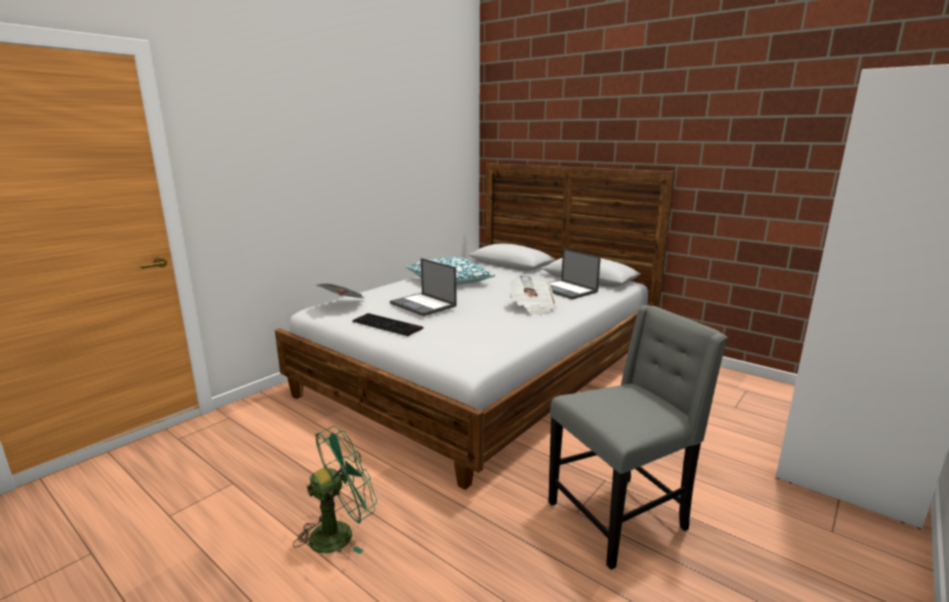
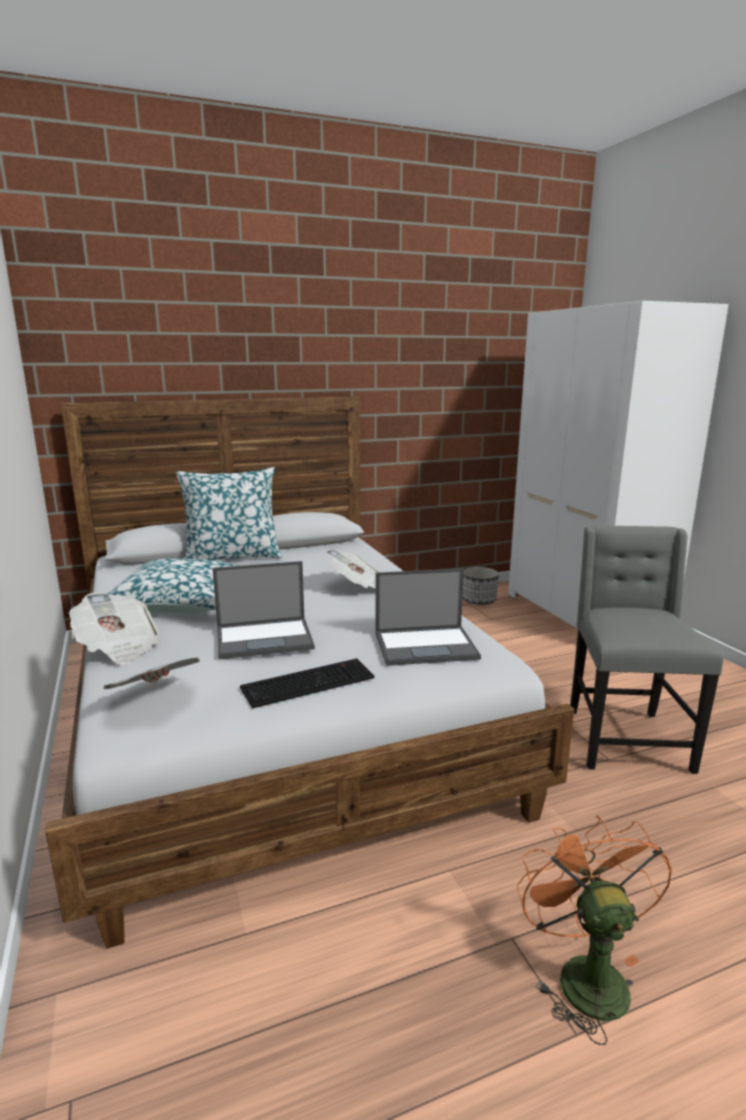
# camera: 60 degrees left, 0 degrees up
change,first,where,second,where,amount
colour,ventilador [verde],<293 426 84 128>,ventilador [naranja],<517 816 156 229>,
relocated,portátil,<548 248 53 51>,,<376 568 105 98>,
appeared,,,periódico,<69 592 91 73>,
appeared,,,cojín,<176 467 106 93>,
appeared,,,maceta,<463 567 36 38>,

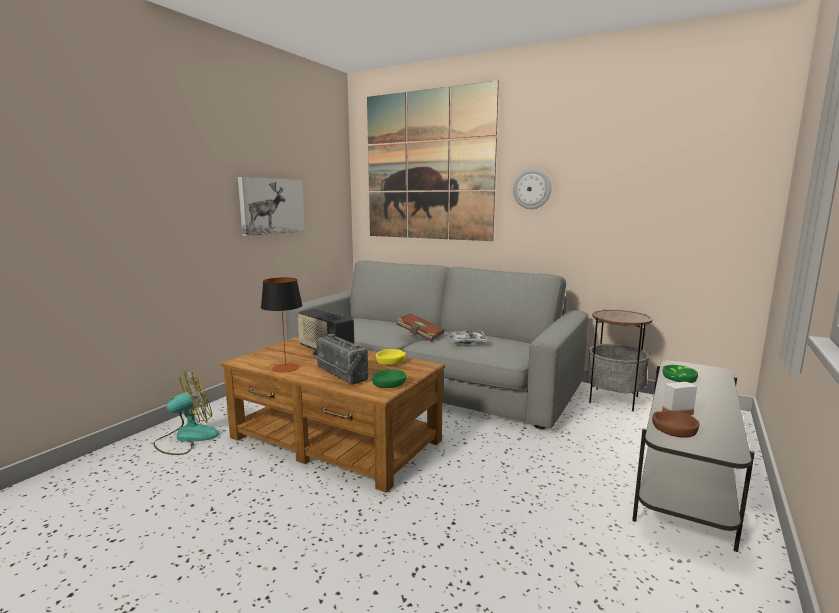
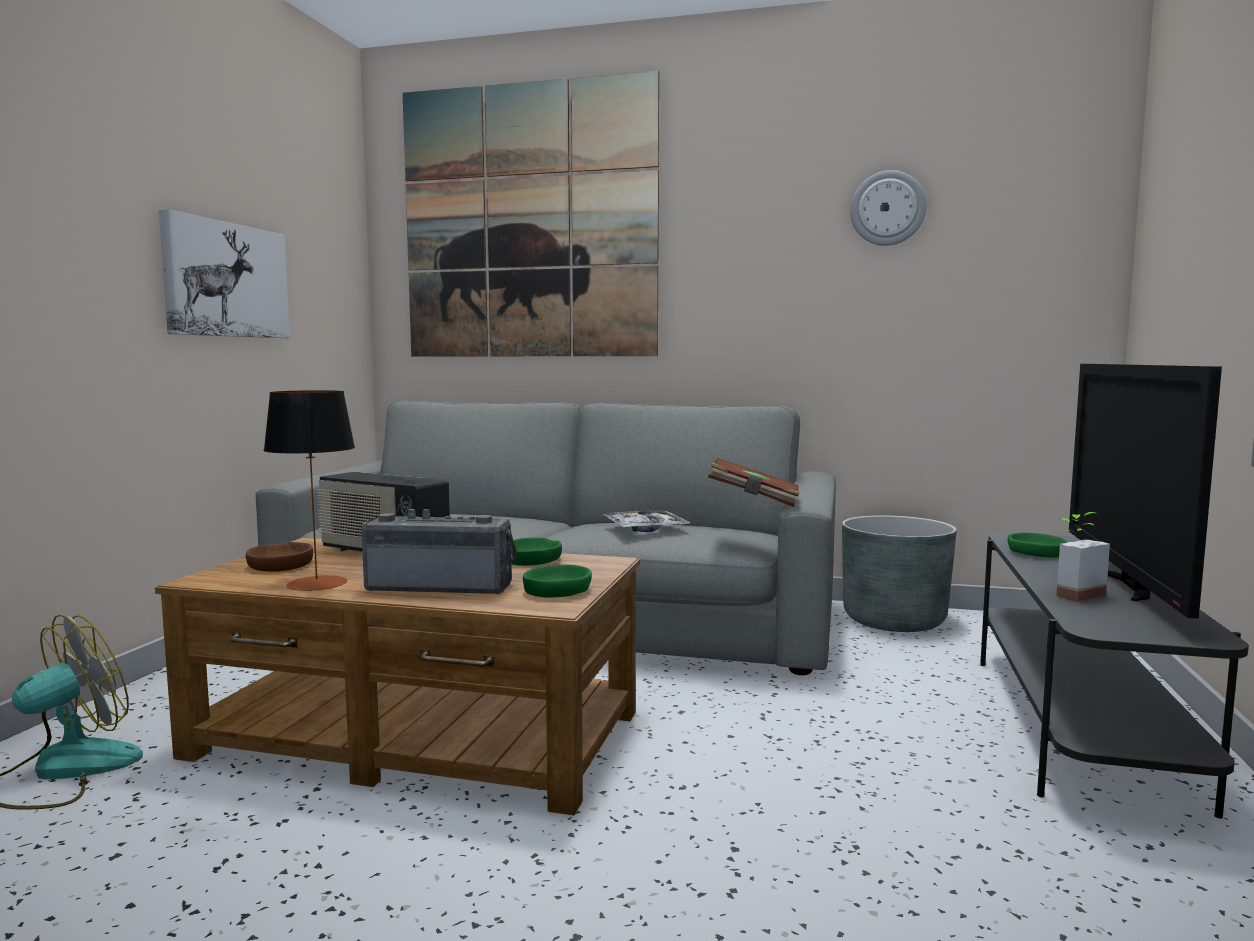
# camera: 15 degrees left, 5 degrees down
change,first,where,second,where,amount
spun,radio,<312 334 56 51>,,<362 509 155 85>,150 degrees clockwise
colour,cuenco [amarillo],<376 349 30 16>,cuenco [verde],<511 538 51 28>,
relocated,libro [marrón],<396 314 48 27>,,<708 458 91 49>,
relocated,reloj de pared,<513 169 38 40>,,<850 170 77 76>,
exchanged,mesa auxiliar,<586 309 67 103>,maceta [gris],<842 515 115 117>,
relocated,cuenco [marrón],<652 410 48 28>,,<246 542 67 30>,
appeared,,,televisor,<1069 364 153 255>,

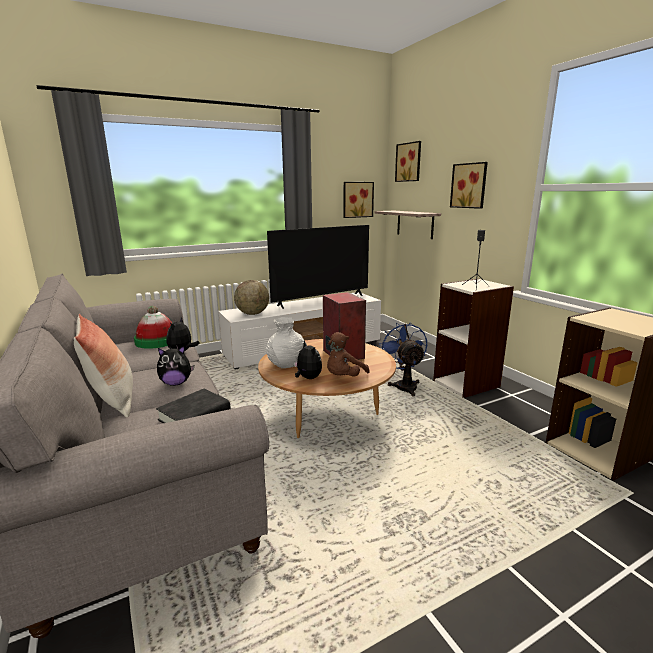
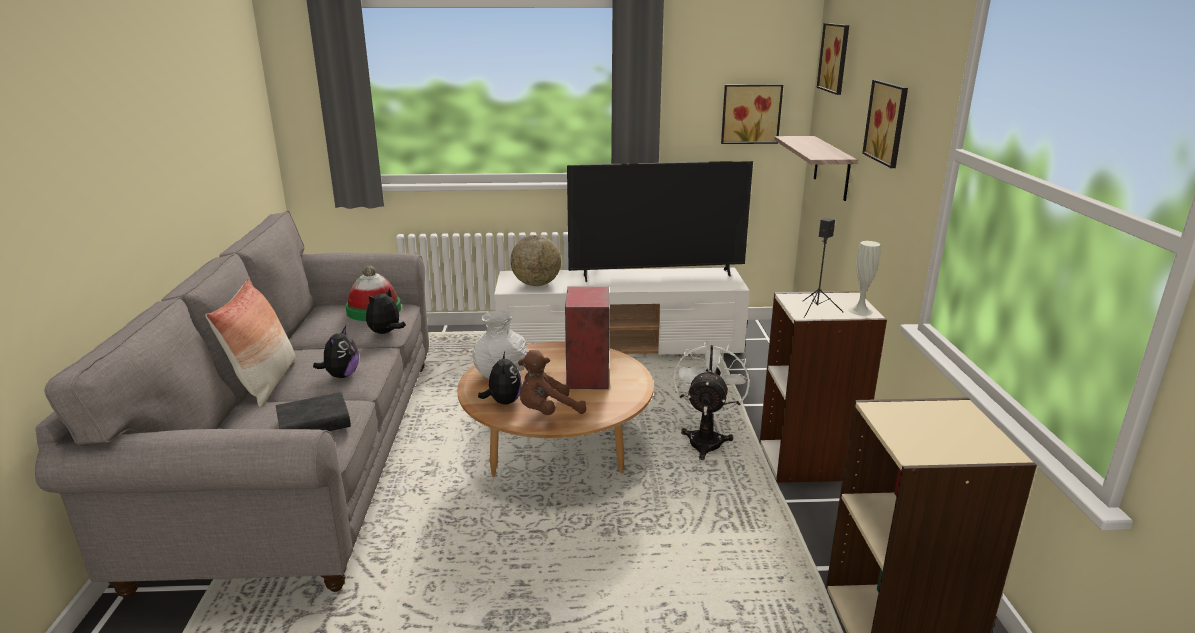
# camera: 25 degrees right, 5 degrees up
change,first,where,second,where,amount
spun,peluche,<157 346 37 40>,,<313 326 46 52>,90 degrees counterclockwise
colour,ventilador [azul],<379 323 48 74>,ventilador [blanco],<673 340 77 120>,
appeared,,,florero [blanco],<848 241 33 75>,

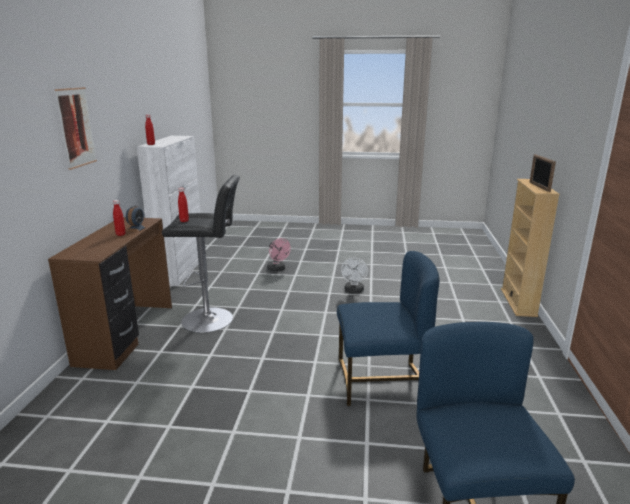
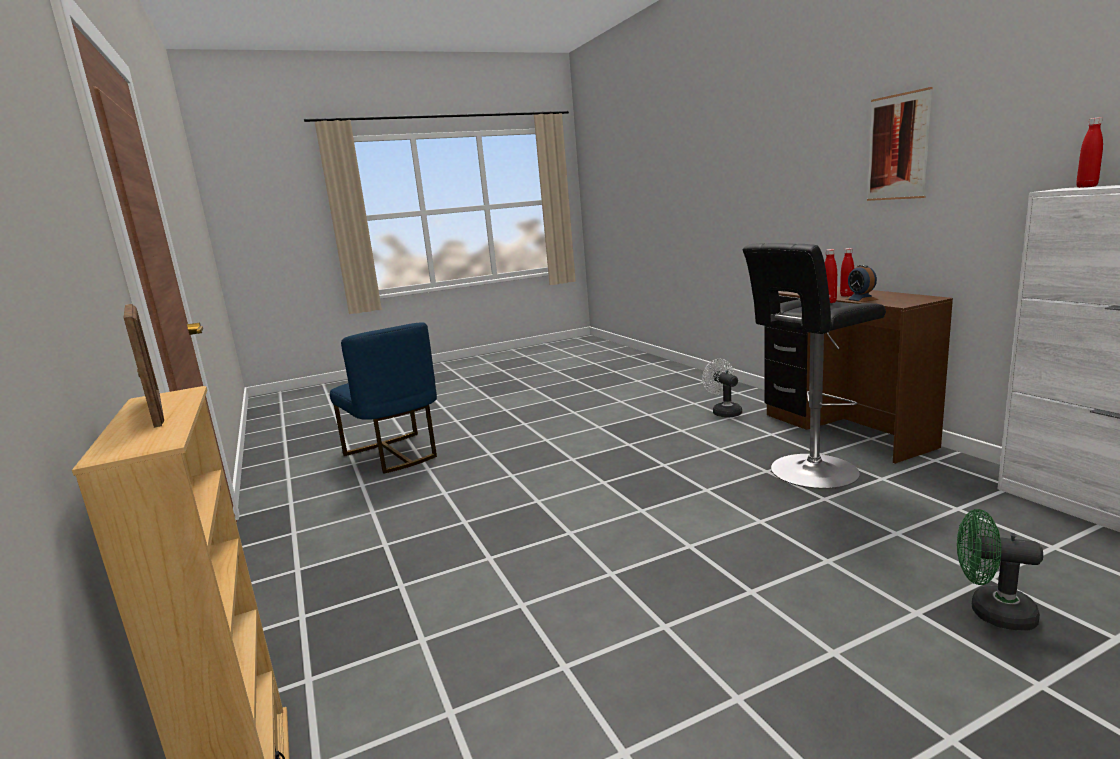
# camera: 150 degrees right, 5 degrees down
change,first,where,second,where,amount
colour,ventilador [rosa],<267 238 24 34>,ventilador [verde],<957 509 86 121>,
missing,silla [azul],<337 251 103 155>,,,
relocated,ventilador [blanco],<341 258 27 35>,,<702 359 40 59>,

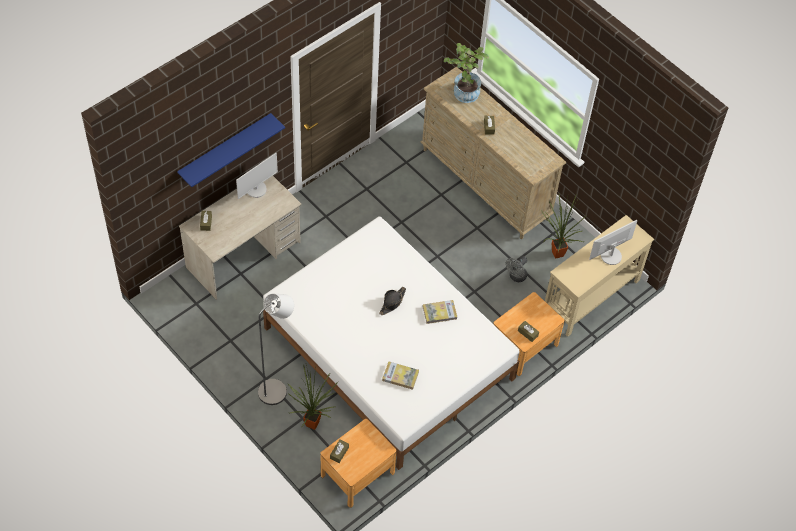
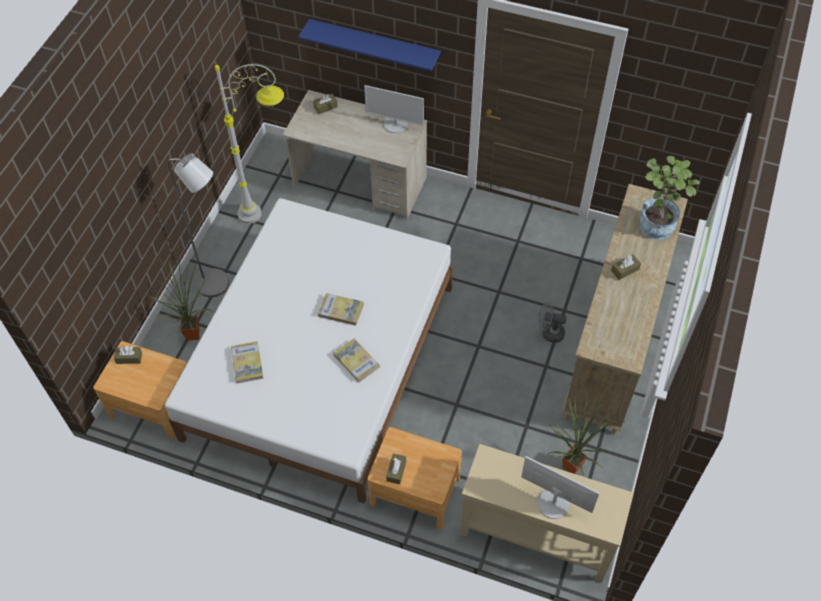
# camera: 65 degrees right, 0 degrees up
change,first,where,second,where,amount
exchanged,sombrero [negro],<379 287 27 28>,libro,<318 293 46 33>,
relocated,ventilador [gris],<506 256 22 26>,,<538 302 29 41>,
appeared,,,lámpara de pie [gris],<215 64 69 160>,

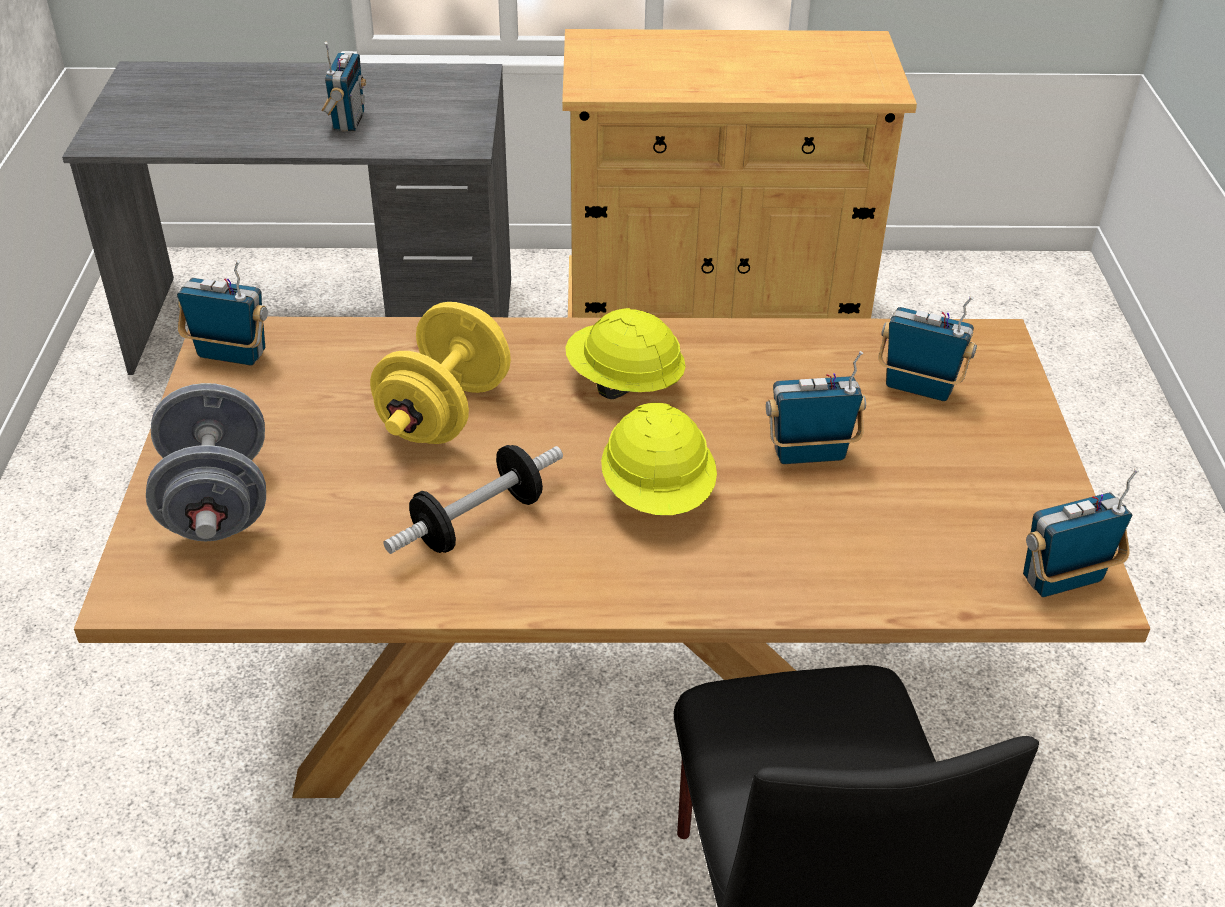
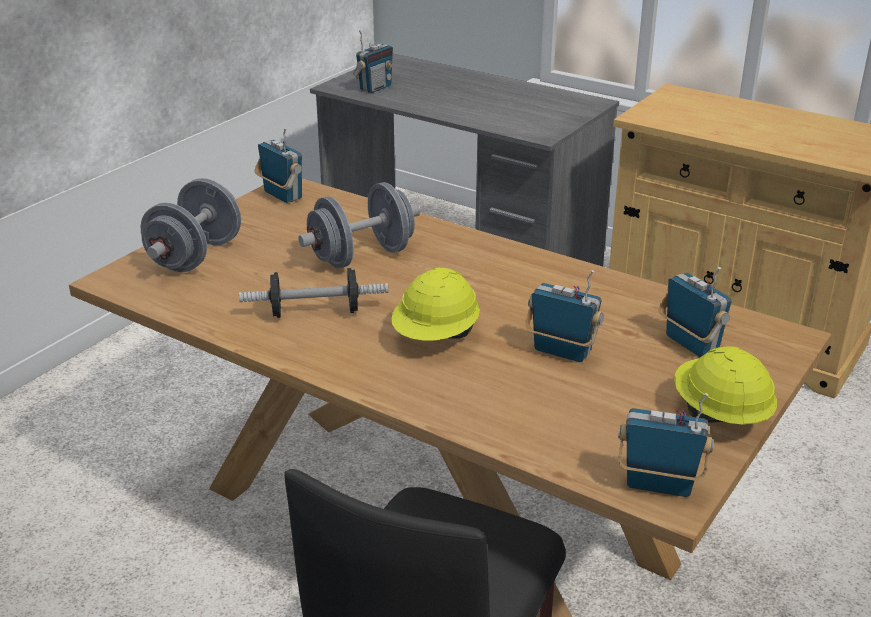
# camera: 35 degrees right, 10 degrees down
change,first,where,second,where,amount
relocated,radio,<321 42 45 90>,,<353 30 40 63>,
colour,mancuerna [amarillo],<370 302 141 142>,mancuerna [gris],<298 182 122 87>,
relocated,casco [amarillo],<565 308 121 91>,,<674 346 103 79>,

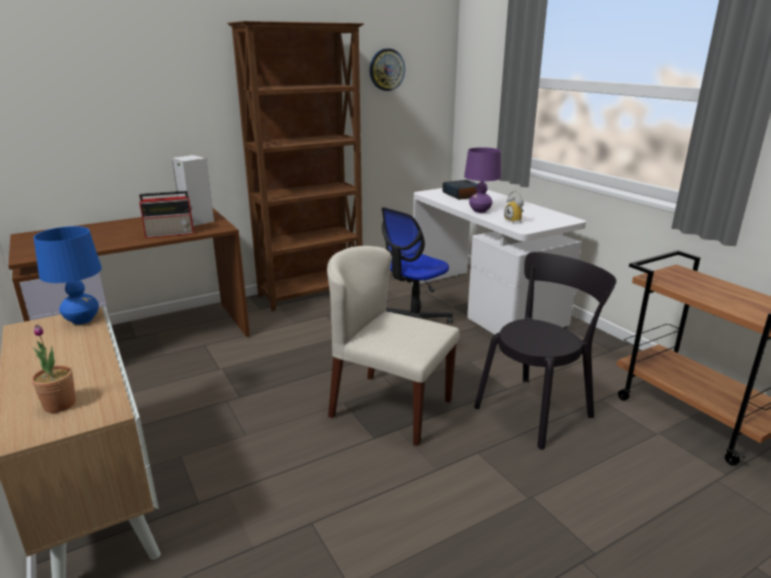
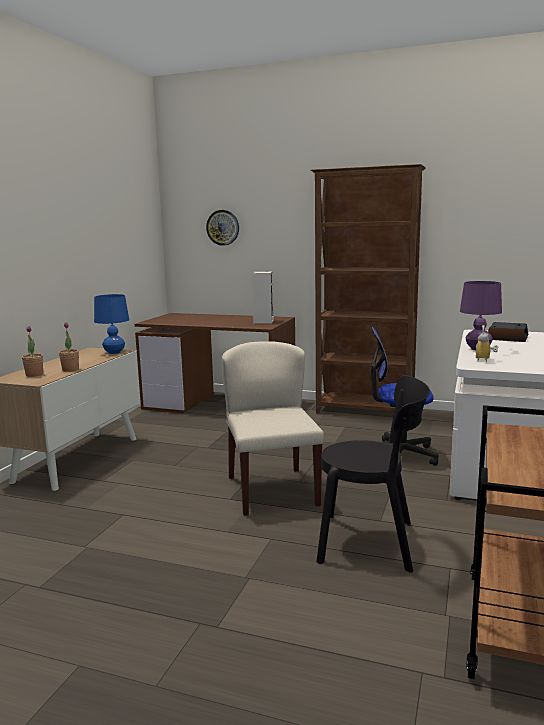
# camera: 50 degrees right, 10 degrees down
change,first,where,second,where,amount
missing,radio,<139 191 55 47>,,,
relocated,reloj de pared,<369 48 36 43>,,<206 210 33 36>,
appeared,,,planta en maceta,<59 323 20 49>,

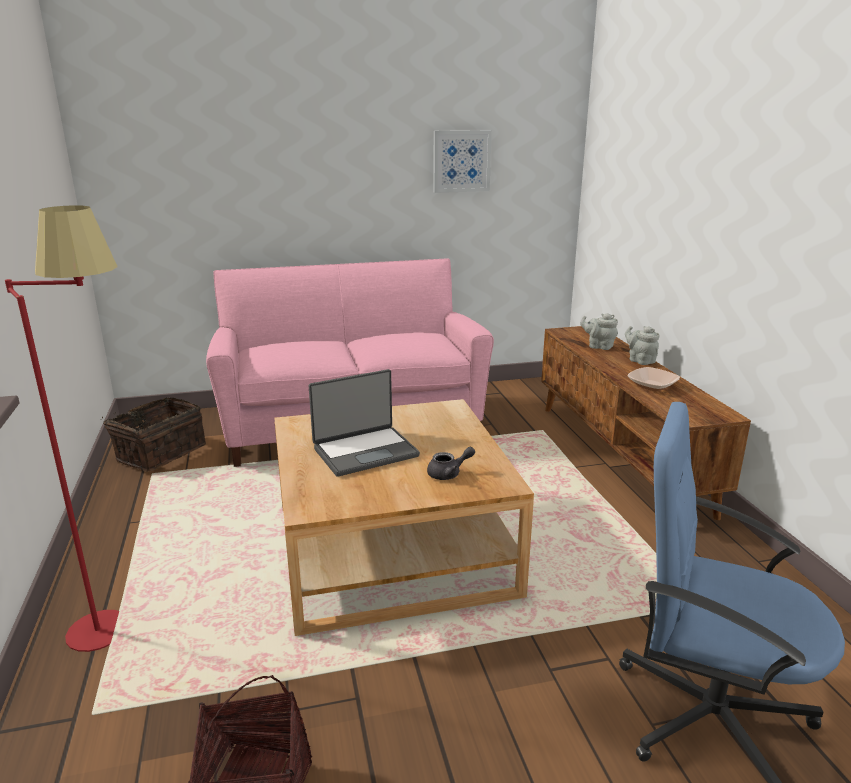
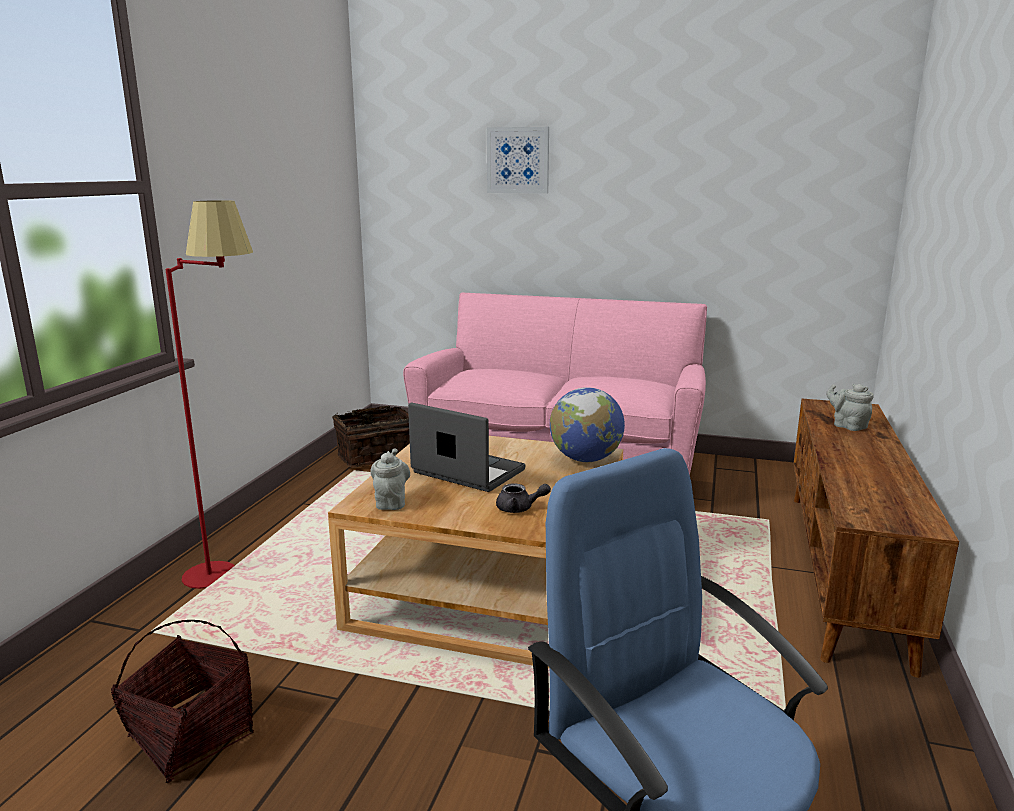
# camera: 30 degrees right, 5 degrees down
change,first,where,second,where,amount
spun,portátil,<309 369 111 108>,,<408 402 118 90>,150 degrees counterclockwise
relocated,cuadro,<433 130 59 63>,,<487 127 62 67>,
relocated,tetera [gris],<625 326 35 39>,,<370 448 40 62>,
missing,cuenco,<627 367 53 24>,,,
appeared,,,globo terráqueo,<550 387 75 75>,

